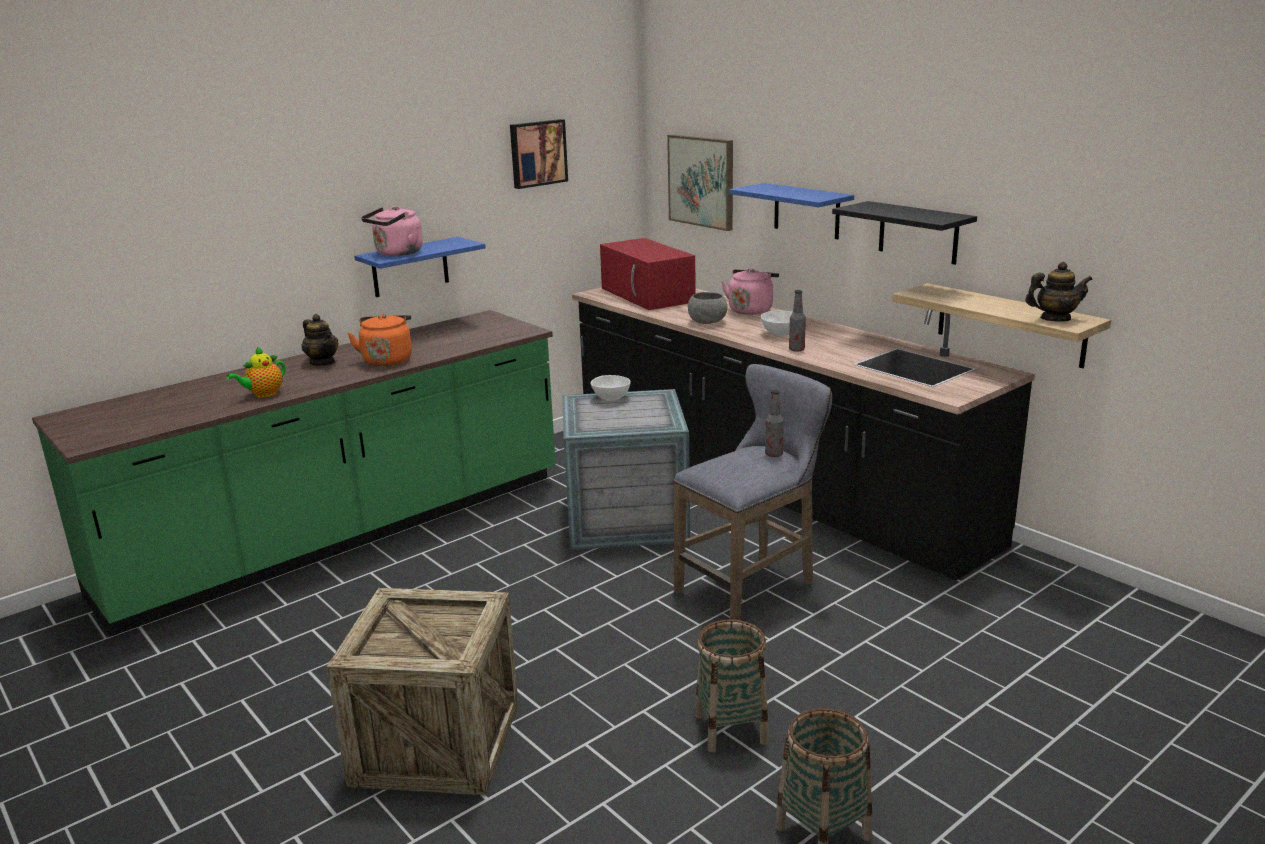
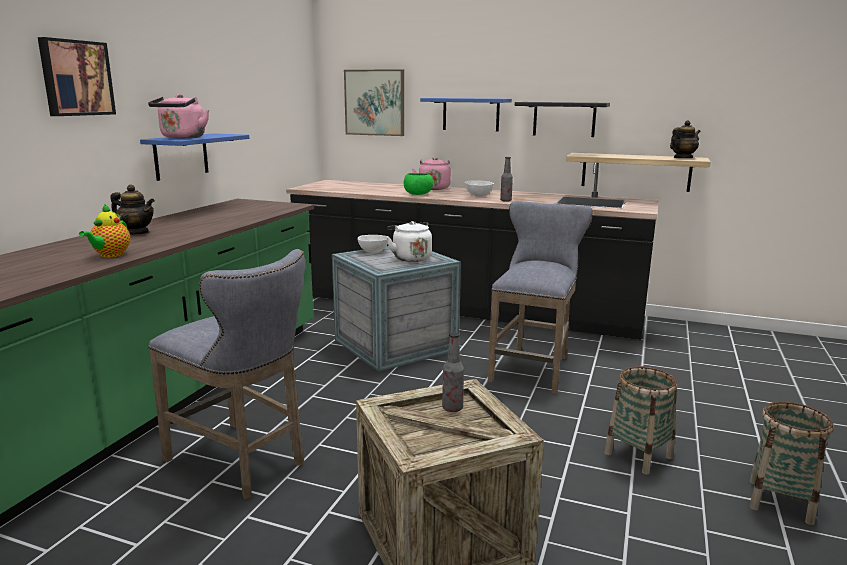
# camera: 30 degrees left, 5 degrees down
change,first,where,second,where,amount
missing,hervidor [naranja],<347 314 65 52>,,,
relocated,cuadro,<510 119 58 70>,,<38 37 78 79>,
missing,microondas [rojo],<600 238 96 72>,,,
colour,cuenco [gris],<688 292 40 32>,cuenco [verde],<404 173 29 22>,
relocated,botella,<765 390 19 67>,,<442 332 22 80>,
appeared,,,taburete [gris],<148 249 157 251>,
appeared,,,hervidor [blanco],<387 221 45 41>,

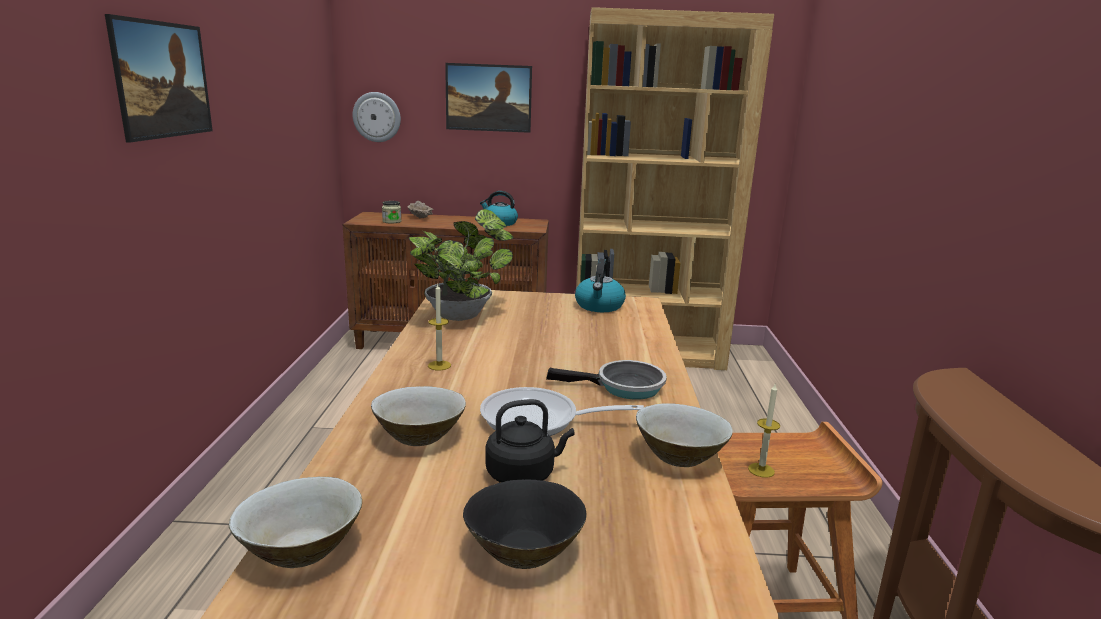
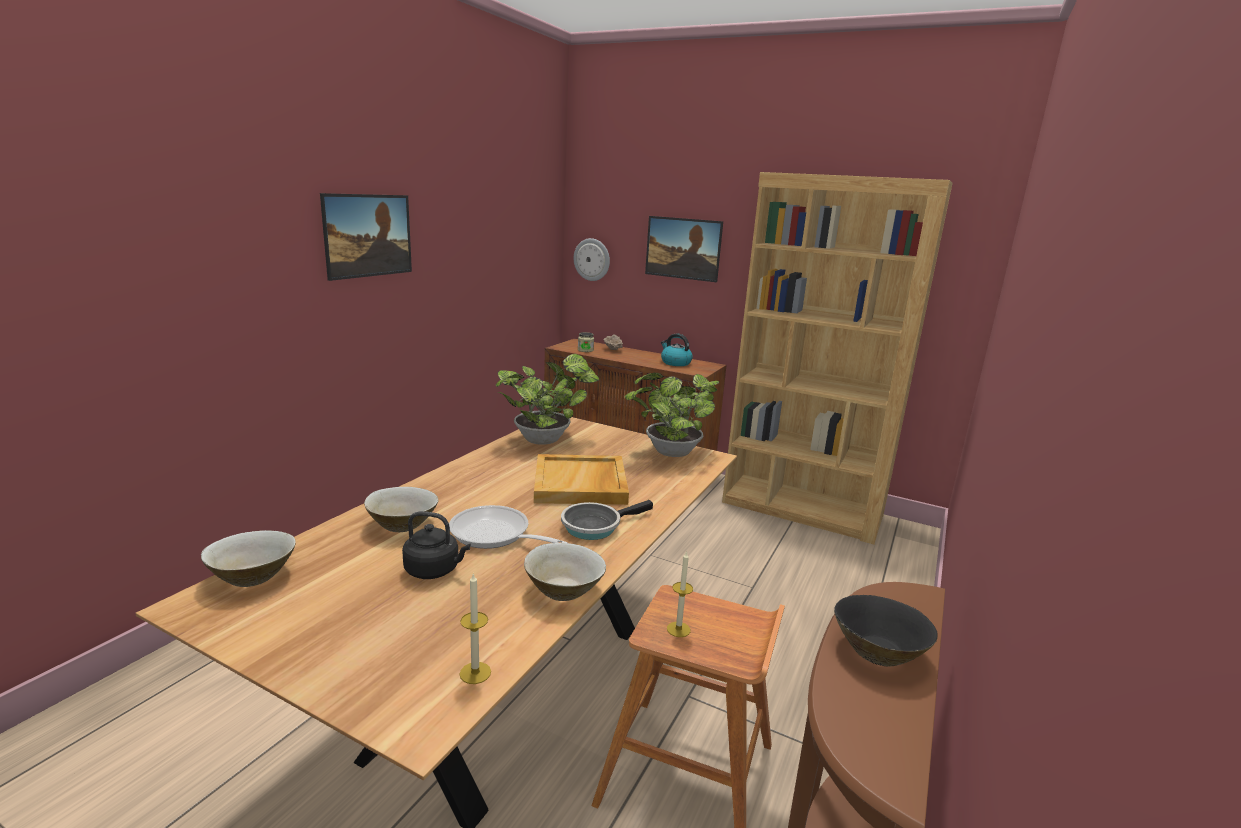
# camera: 25 degrees right, 0 degrees up
change,first,where,second,where,amount
relocated,vela,<428 284 23 86>,,<459 573 32 111>,
relocated,cuenco [negro],<463 479 123 90>,,<834 595 104 71>,
spun,sartén,<546 360 121 40>,,<561 500 92 40>,120 degrees clockwise
exchanged,hervidor,<575 259 51 53>,planta en maceta,<624 373 95 84>,
appeared,,,bandeja [beis],<534 454 95 51>,

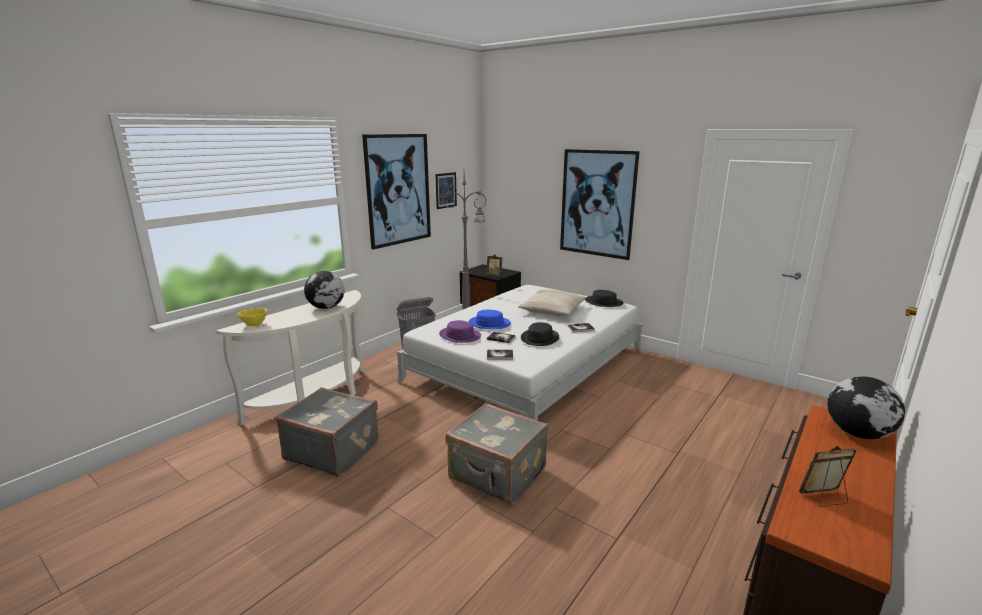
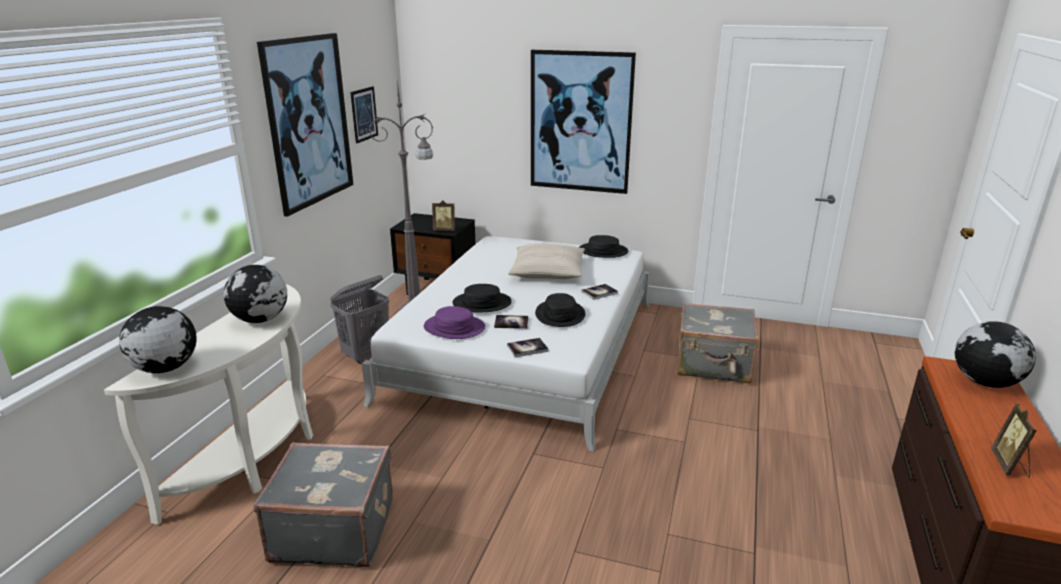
# camera: 20 degrees left, 5 degrees up
change,first,where,second,where,amount
exchanged,cuenco [amarillo],<237 308 30 18>,globo terráqueo,<119 306 78 67>,
relocated,maleta [gris],<446 403 102 102>,,<677 302 82 82>,
colour,sombrero [azul],<469 310 42 19>,sombrero [negro],<453 284 59 28>,
spun,portarretratos,<799 446 58 61>,,<991 403 46 74>,45 degrees counterclockwise

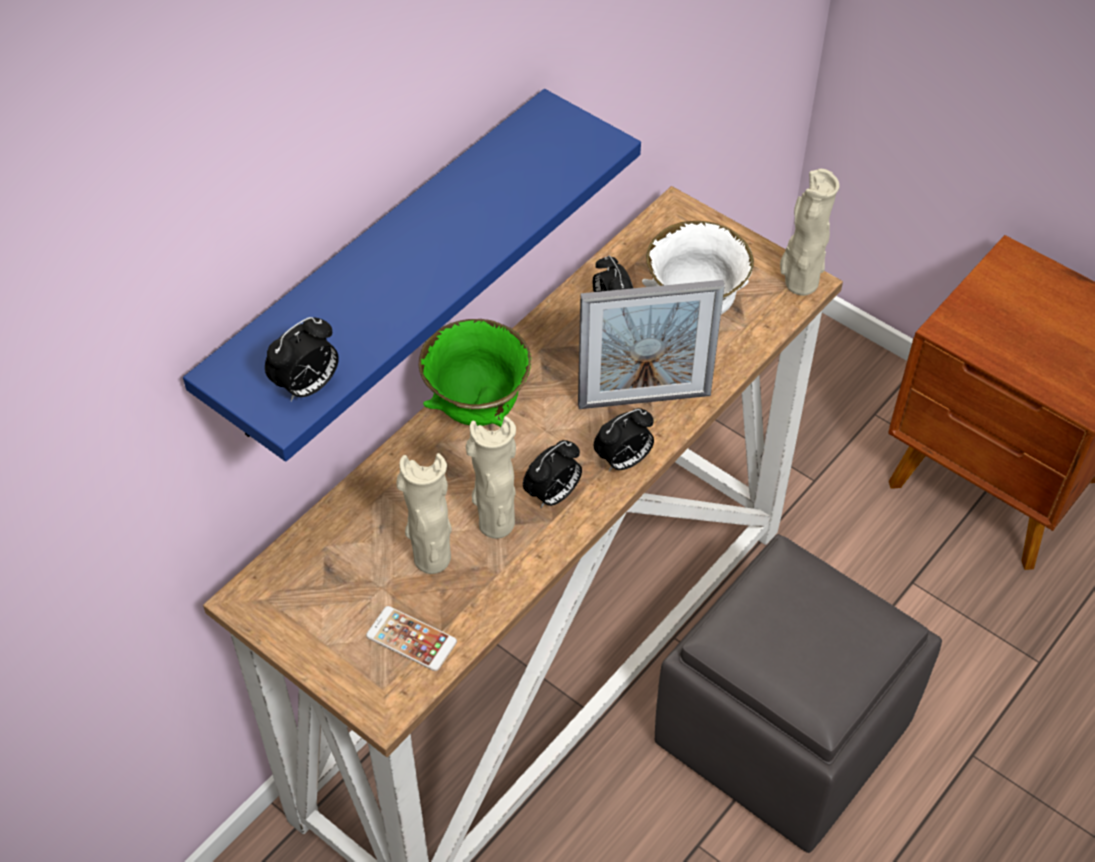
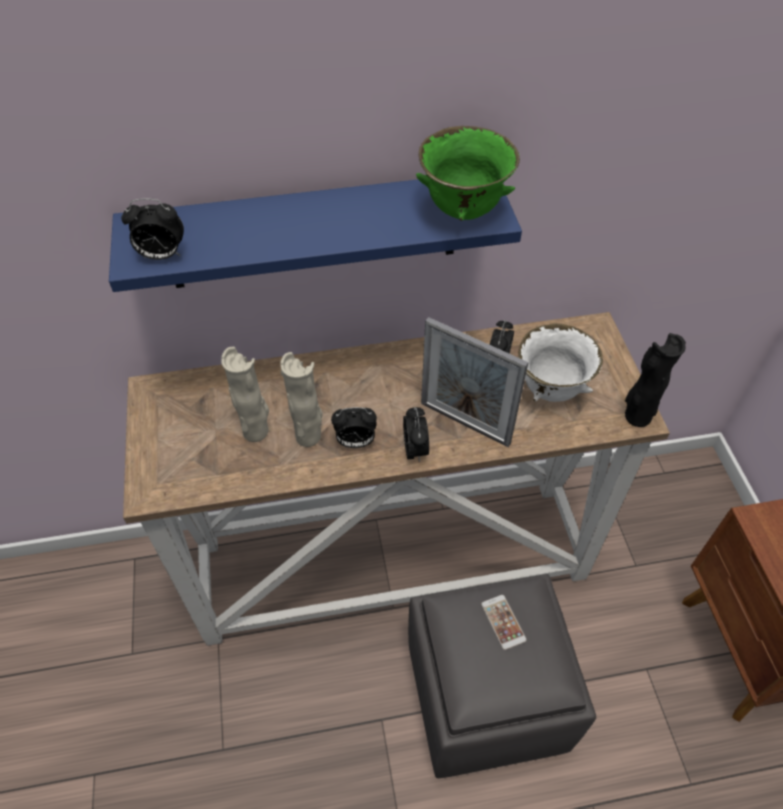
# camera: 40 degrees right, 0 degrees up
change,first,where,second,where,amount
relocated,móvil,<366 606 91 65>,,<481 595 46 55>,
relocated,cuenco [verde],<418 319 113 108>,,<416 126 104 95>,
spun,despertador,<593 408 61 63>,,<403 407 26 55>,105 degrees counterclockwise
colour,florero [beis],<780 169 60 127>,florero [negro],<625 333 61 94>,

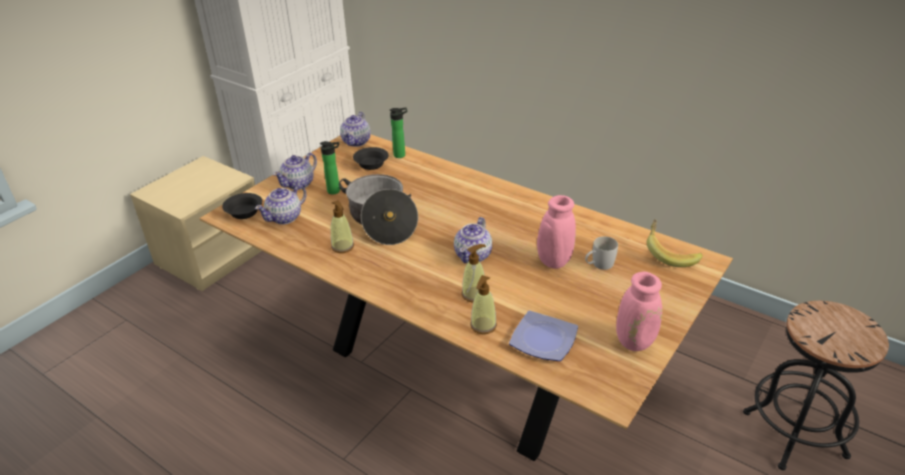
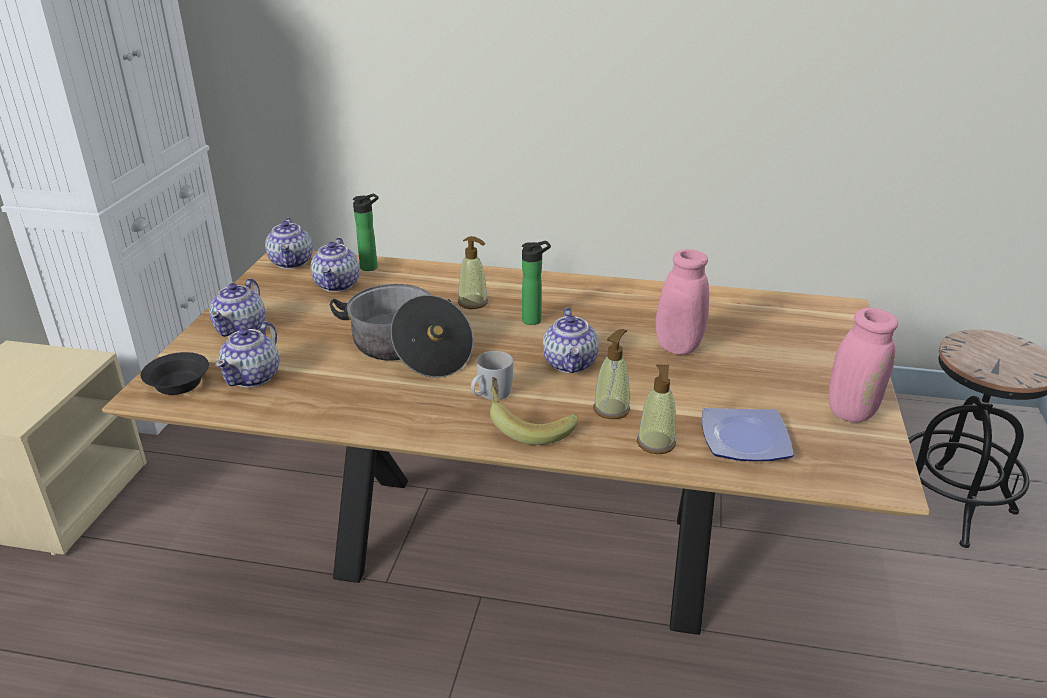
# camera: 25 degrees left, 5 degrees down
change,first,where,second,where,amount
relocated,botella,<320 141 20 54>,,<522 241 29 84>,
relocated,dispensador de jabón,<331 200 23 53>,,<458 236 30 73>,
exchanged,cuenco [negro],<353 147 36 23>,tetera,<311 238 49 54>,
relocated,taza grande [blanco],<585 236 33 34>,,<471 351 42 49>,
relocated,plátano,<647 219 56 48>,,<490 377 88 68>,

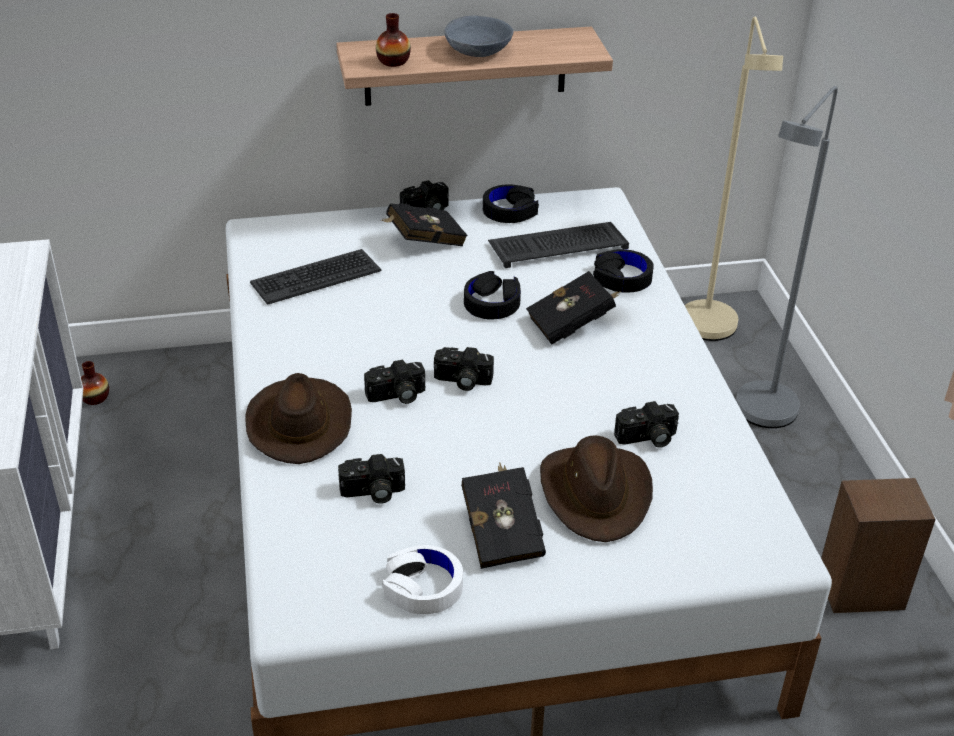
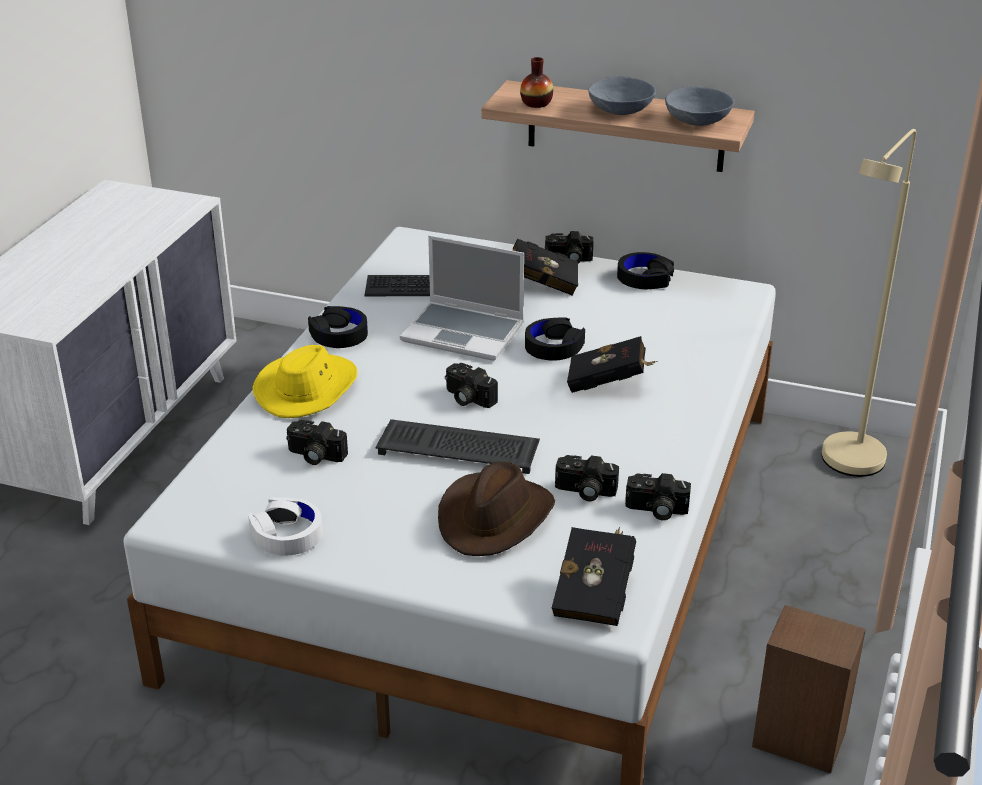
# camera: 30 degrees right, 5 degrees down
change,first,where,second,where,amount
missing,florero,<81 361 28 44>,,,
colour,sombrero [marrón],<245 373 107 91>,sombrero [amarillo],<253 345 104 73>,
relocated,cámara,<364 360 61 44>,,<625 473 66 47>,
relocated,libro [negro],<461 462 85 107>,,<552 527 84 99>,
relocated,teclado,<488 222 141 46>,,<376 419 164 55>,
relocated,auriculares [negro],<593 249 61 44>,,<308 306 60 42>,
missing,lámpara de pie [gris],<736 86 102 342>,,,
appeared,,,portátil,<400 235 124 126>,
appeared,,,cuenco [gris],<665 86 70 40>,

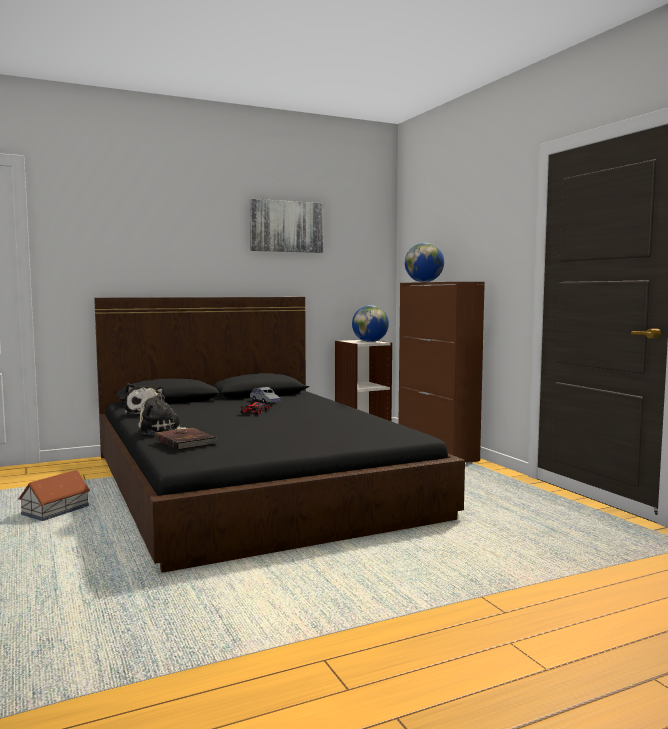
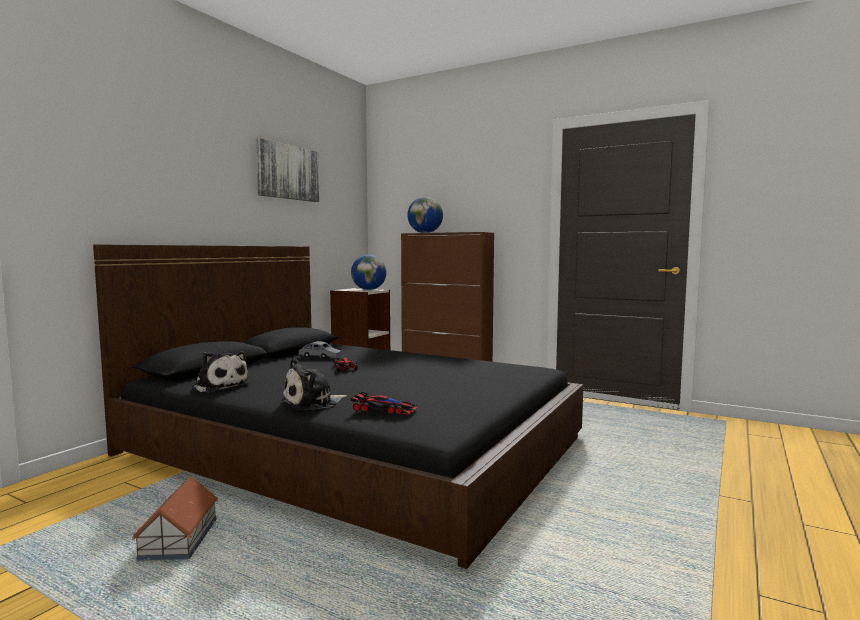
# camera: 35 degrees left, 0 degrees up
change,first,where,second,where,amount
exchanged,libro [marrón],<155 428 62 22>,coche de juguete,<351 392 66 23>,

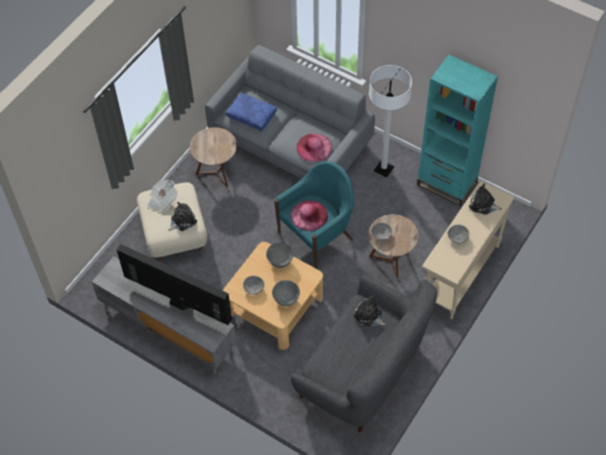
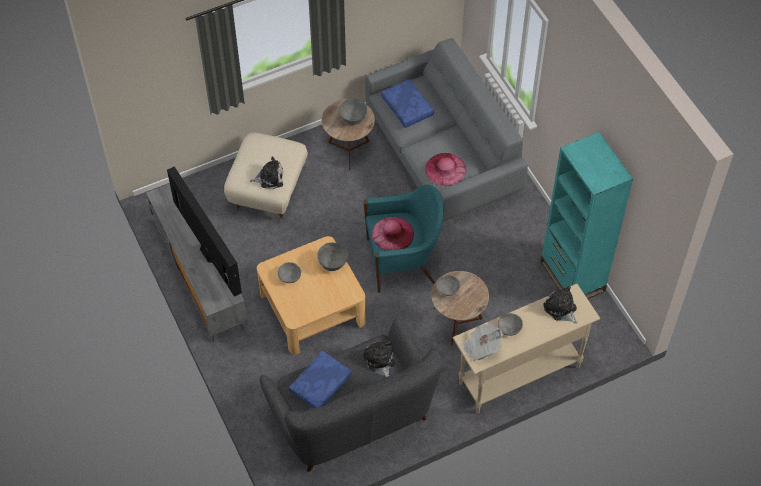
# camera: 30 degrees right, 0 degrees up
change,first,where,second,where,amount
relocated,periódico,<148 180 29 32>,,<461 323 42 39>,
relocated,cuenco [gris],<272 280 28 26>,,<339 98 28 27>,
missing,lámpara de pie [blanco],<369 65 43 113>,,,
appeared,,,cojín [azul],<288 351 64 57>,

